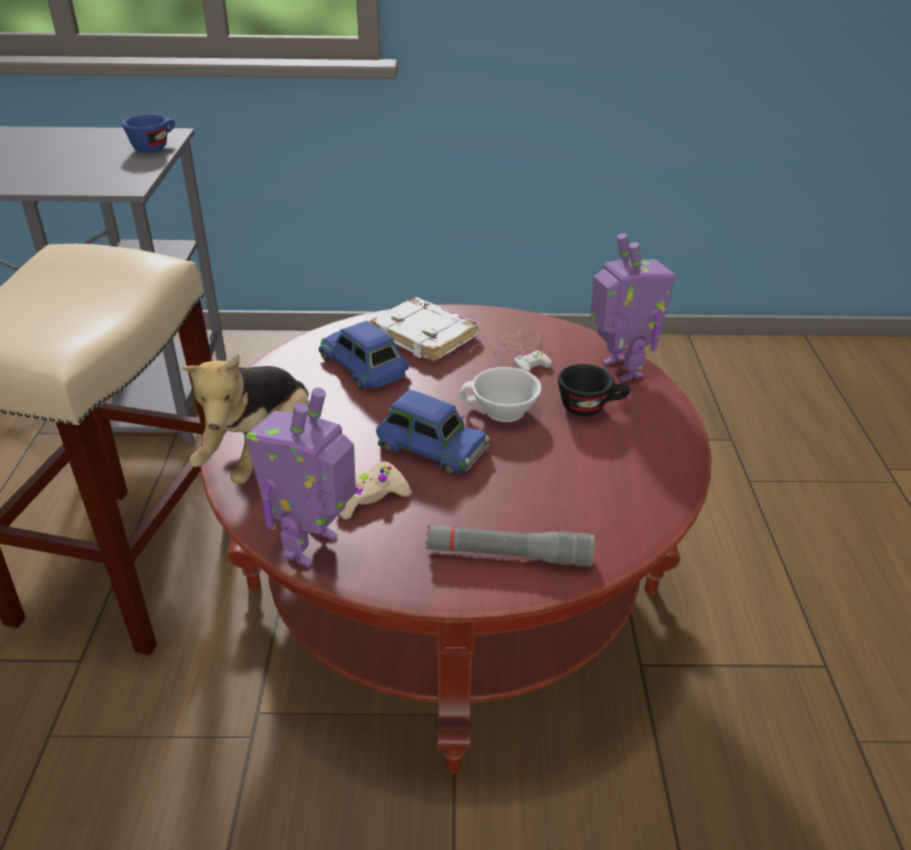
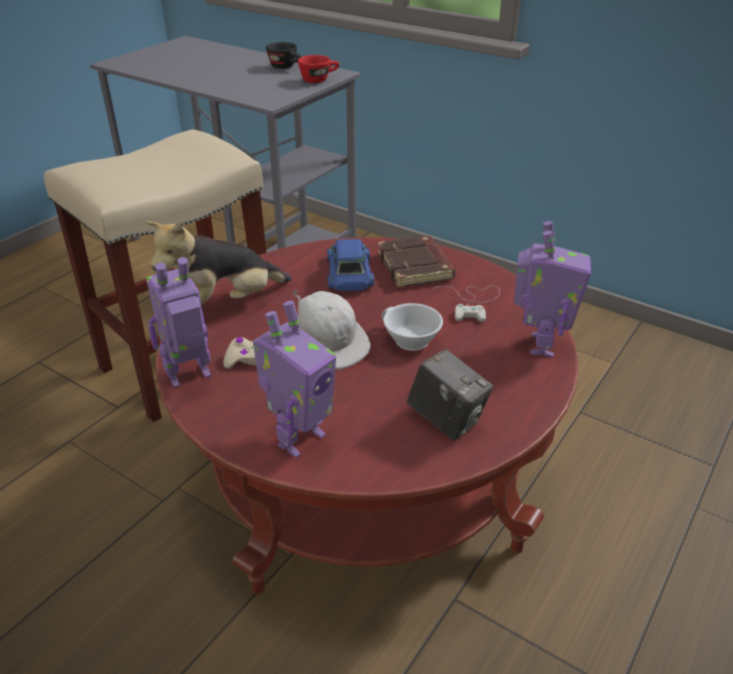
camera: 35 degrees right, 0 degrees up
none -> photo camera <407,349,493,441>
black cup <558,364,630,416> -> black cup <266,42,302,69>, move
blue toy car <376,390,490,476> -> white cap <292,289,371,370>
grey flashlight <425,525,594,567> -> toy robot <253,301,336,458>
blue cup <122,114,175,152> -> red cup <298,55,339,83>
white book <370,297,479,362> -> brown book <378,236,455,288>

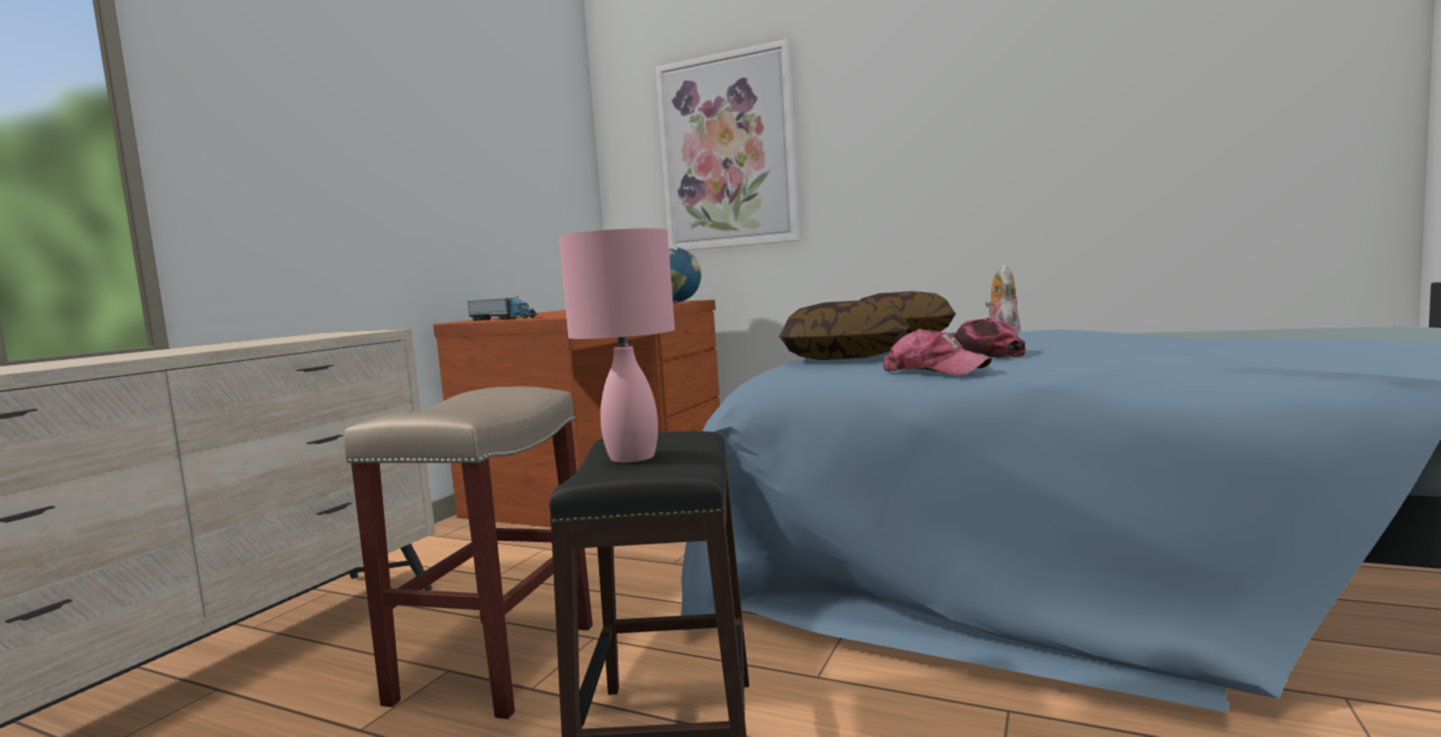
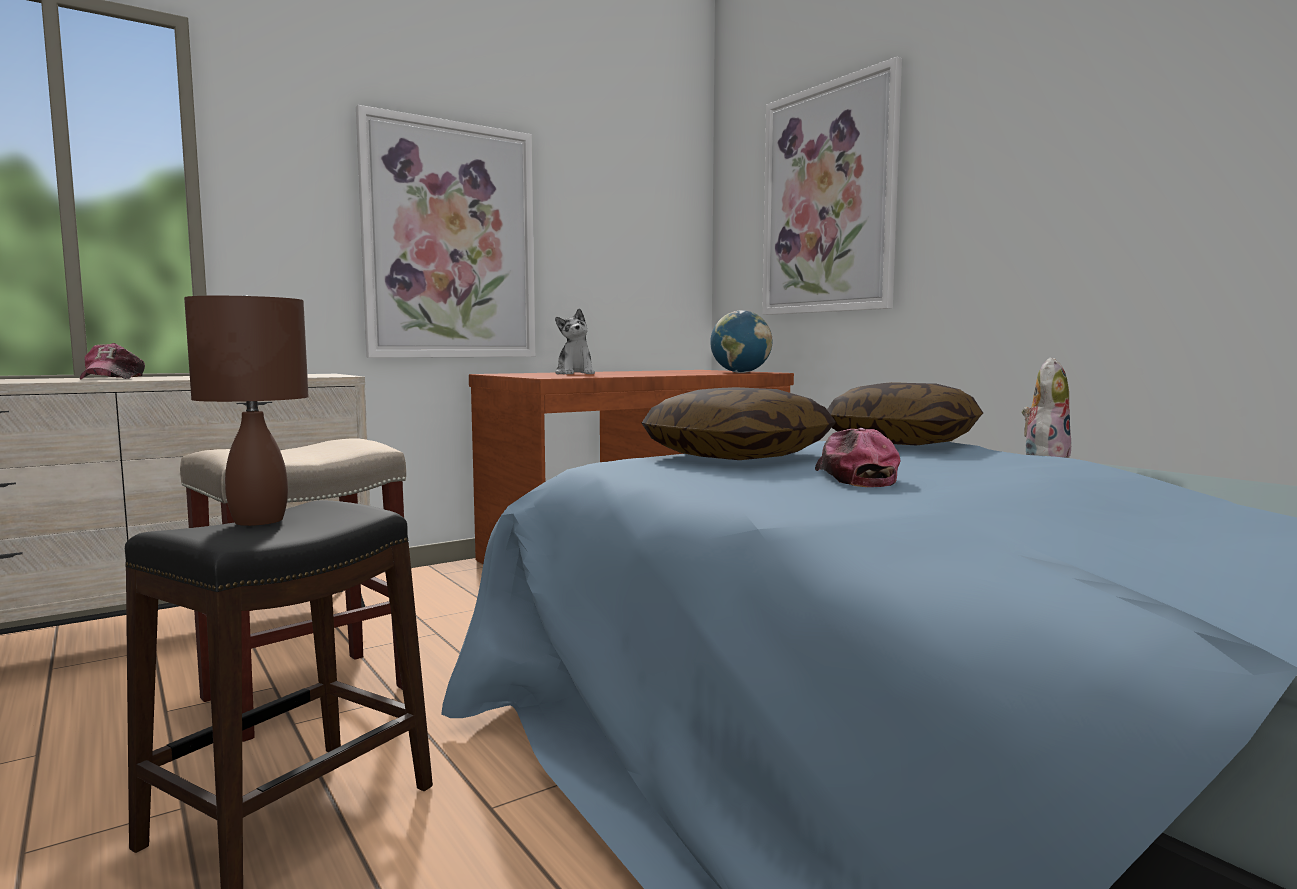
camera: 30 degrees right, 0 degrees up
toy truck <468,296,537,321> -> none
none -> picture <356,105,535,358>
none -> plush toy <555,308,595,374>
cap <883,329,992,375> -> cap <80,343,145,380>, move
pink table lamp <559,228,675,463> -> brown table lamp <184,295,309,526>

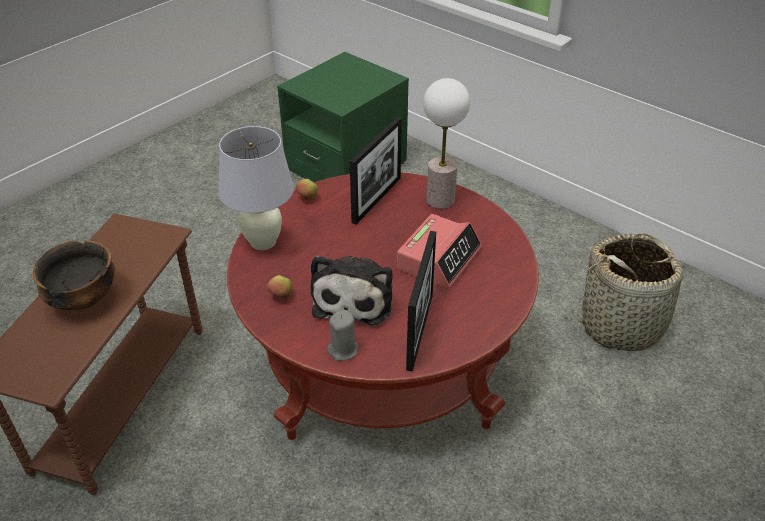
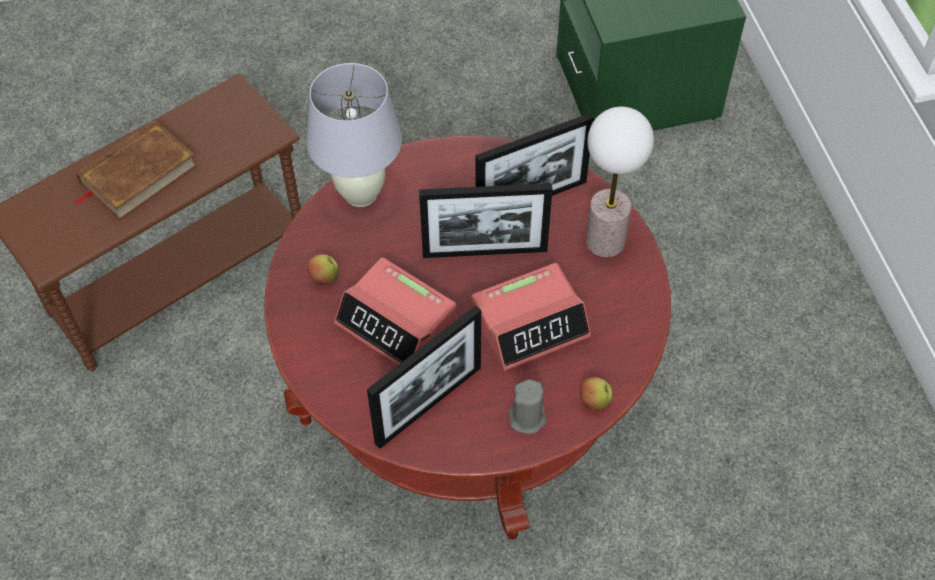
camera: 35 degrees right, 15 degrees up
basket <571,233,697,351> -> none
none -> picture frame <419,183,553,258>
apple <295,179,318,201> -> apple <580,377,612,410>, move
grey candle <327,310,359,361> -> grey candle <509,379,547,434>, move
bowl <33,240,115,310> -> brown book <74,120,198,221>
plush toy <311,255,392,325> -> alarm clock <334,257,457,365>

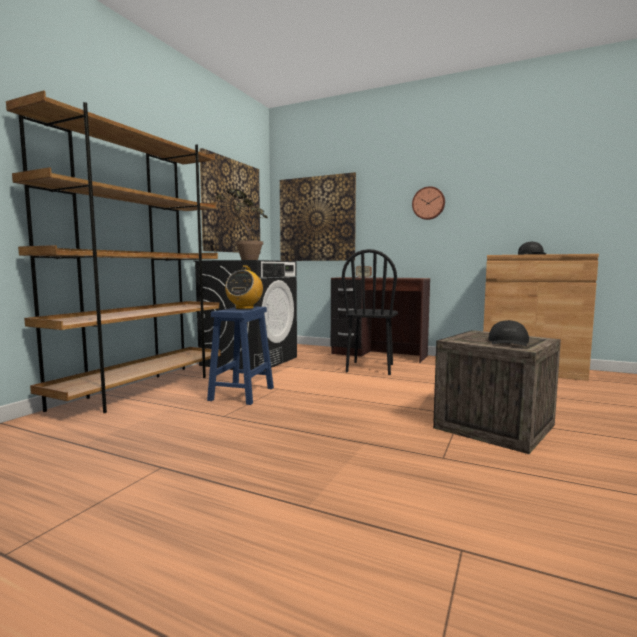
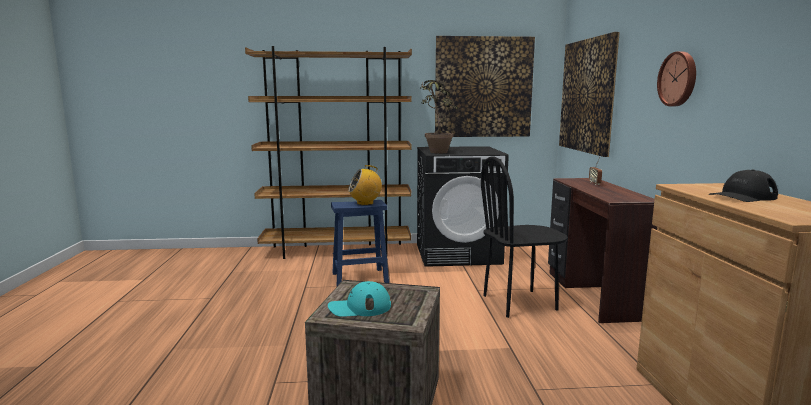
camera: 60 degrees right, 5 degrees up
black cap <489,320,529,346> -> turquoise cap <328,281,391,317>

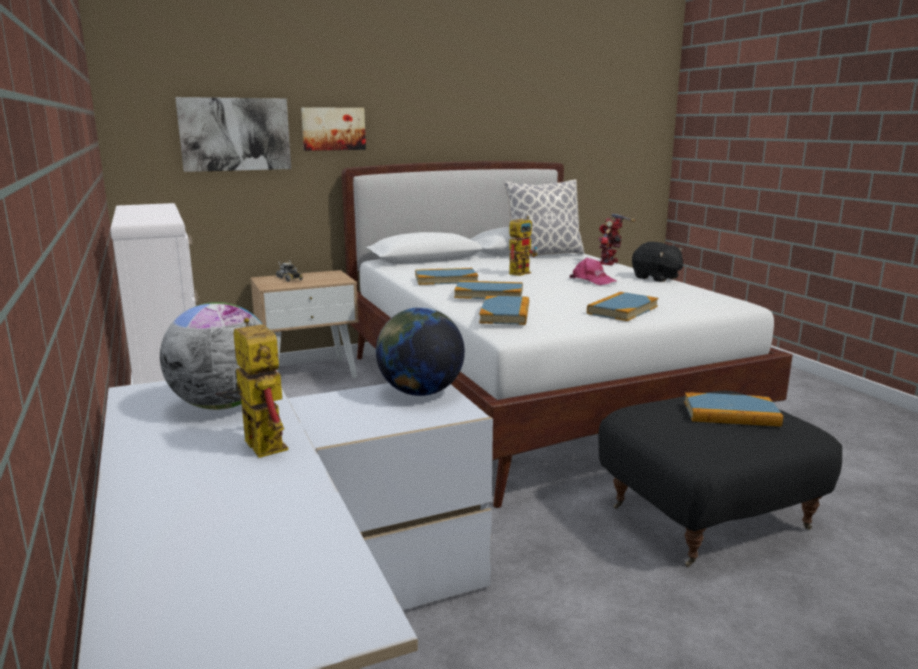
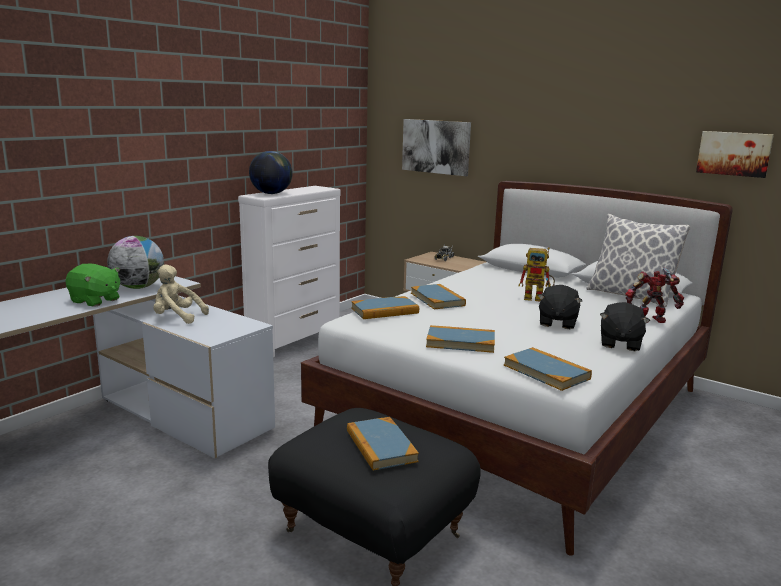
camera: 60 degrees right, 0 degrees up
none -> beige plush toy <153,265,209,324>
picture <301,107,366,151> -> picture <696,131,774,178>, move
globe <376,307,465,396> -> globe <249,151,293,194>, move
book <415,268,478,285> -> book <504,347,592,391>, move
toy robot <216,318,288,458> -> green plush toy <65,264,120,307>
pink cap <570,258,617,285> -> black plush toy <538,285,582,329>

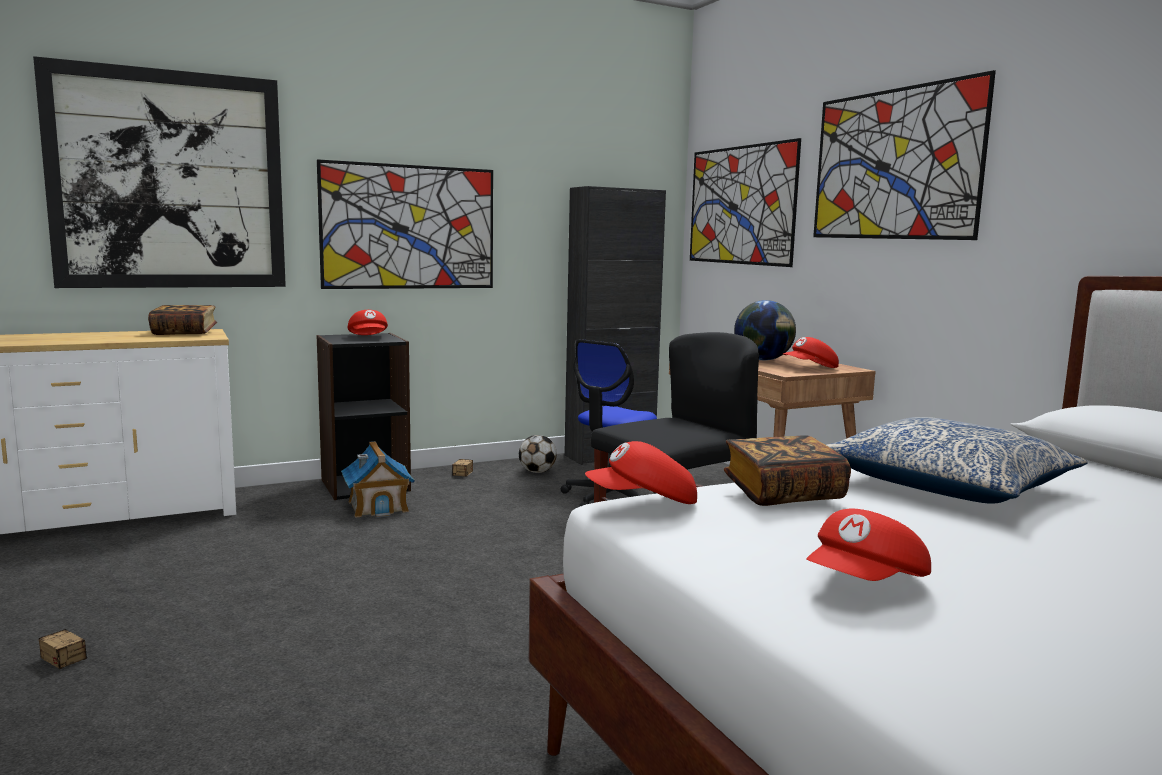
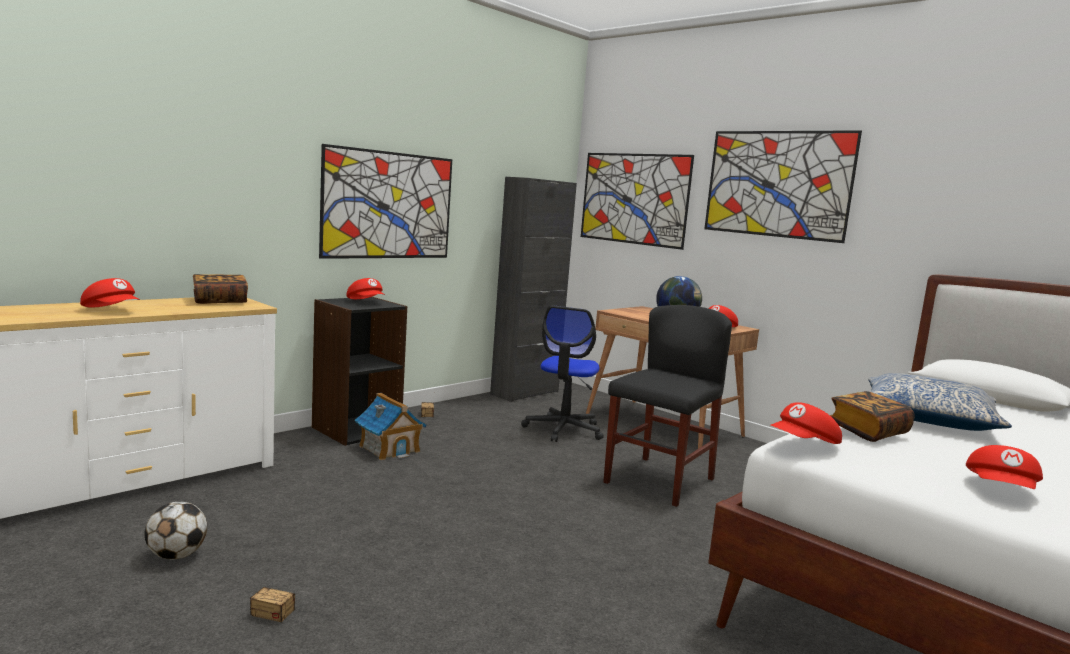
camera: 20 degrees left, 0 degrees up
picture <33,56,286,288> -> none
none -> red cap <80,278,140,308>
football <519,435,557,473> -> football <144,502,208,559>, move

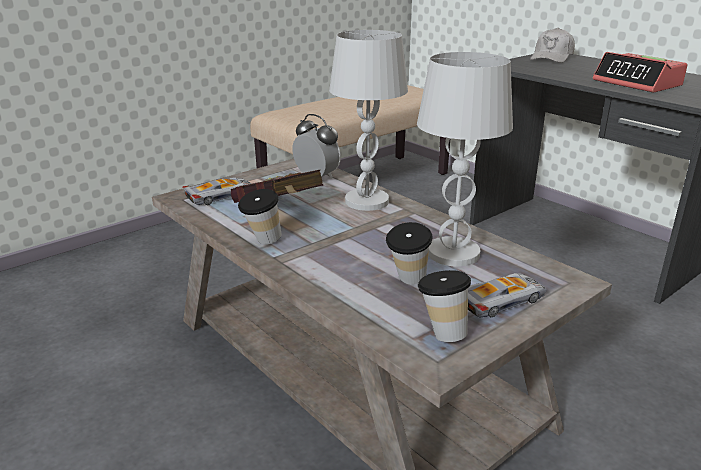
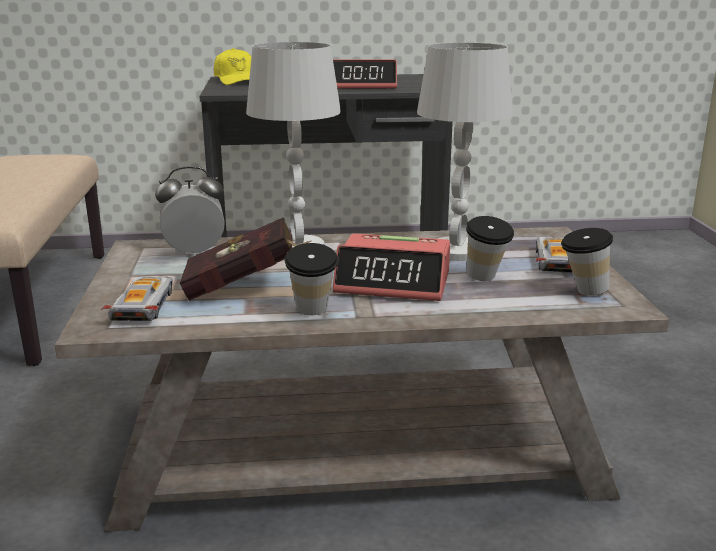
camera: 55 degrees left, 5 degrees down
none -> alarm clock <333,233,450,301>
white cap <530,28,575,63> -> yellow cap <214,48,251,85>

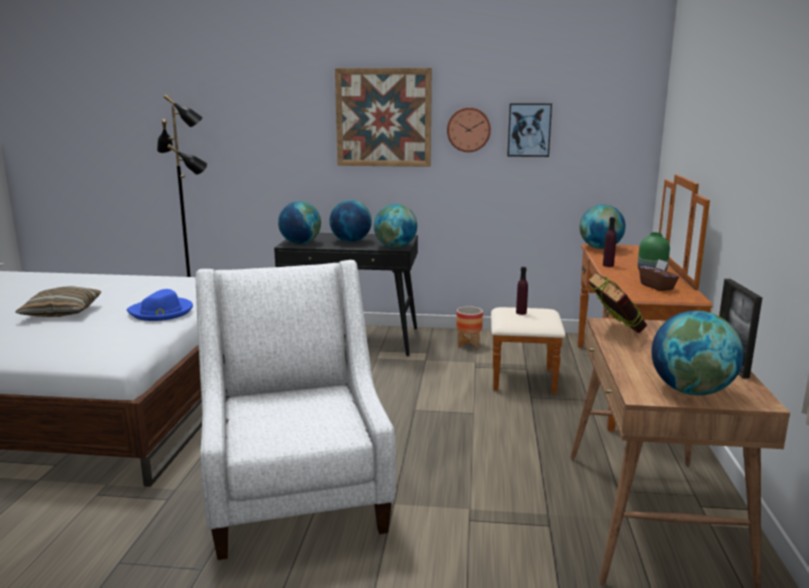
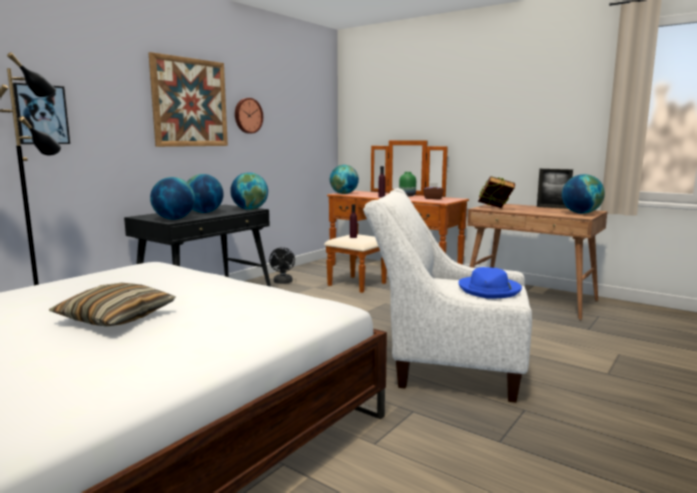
camera: 60 degrees left, 5 degrees down
blue hat <127,289,193,321> -> blue hat <458,267,522,299>, move
picture <507,103,552,157> -> picture <13,83,70,144>, move
planter <456,306,483,349> -> black fan <269,247,295,284>

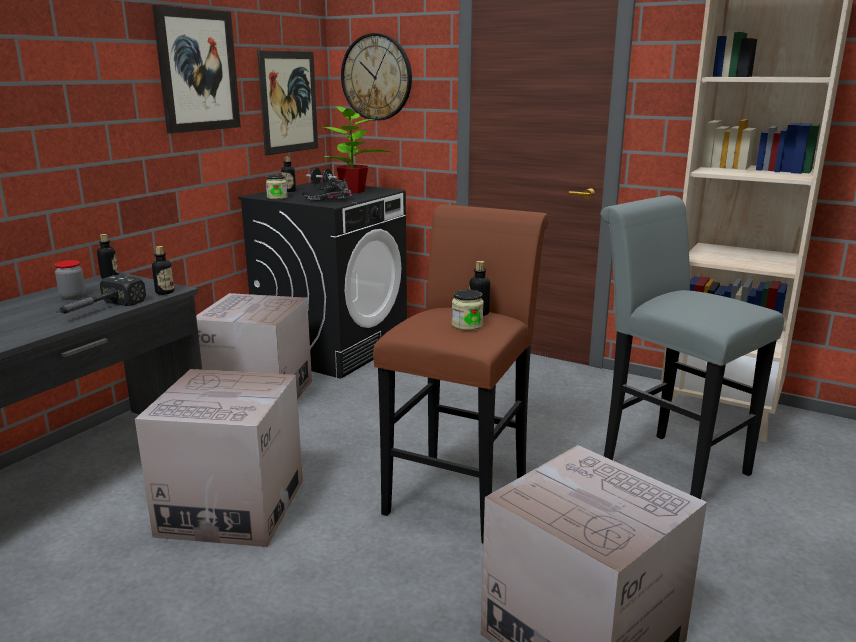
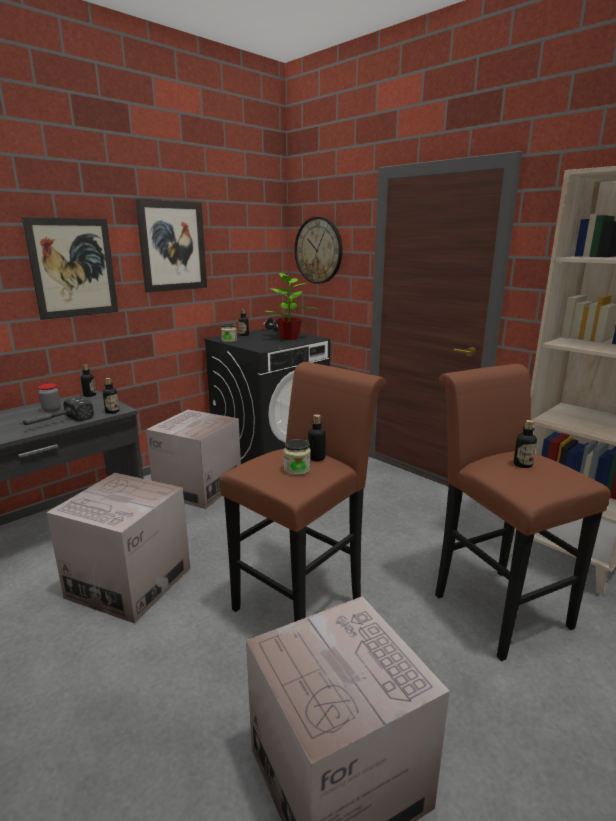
camera: 15 degrees right, 0 degrees up
black shoe <302,177,352,200> -> none
none -> bottle <514,420,537,468>
picture <257,50,318,155> -> picture <22,217,118,320>, move
grey stool <600,195,784,499> -> brown stool <435,364,611,661>

